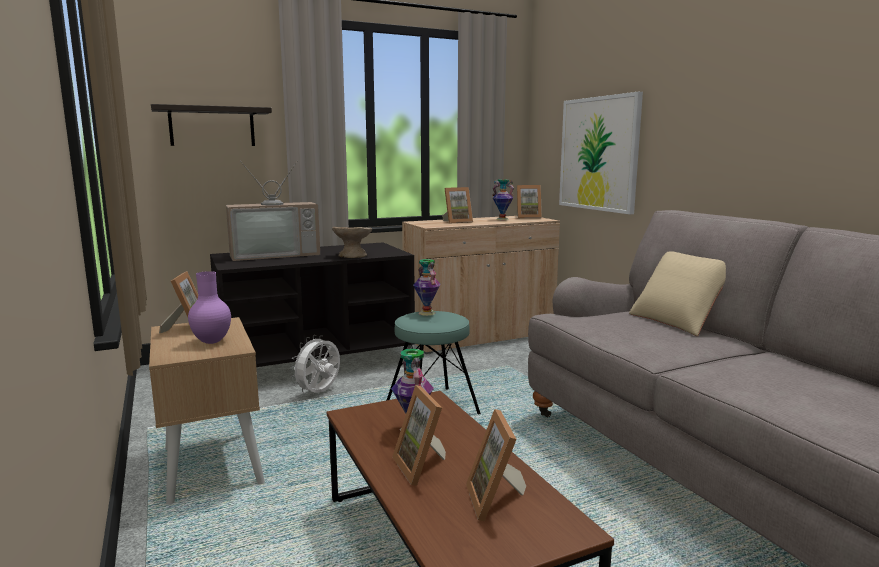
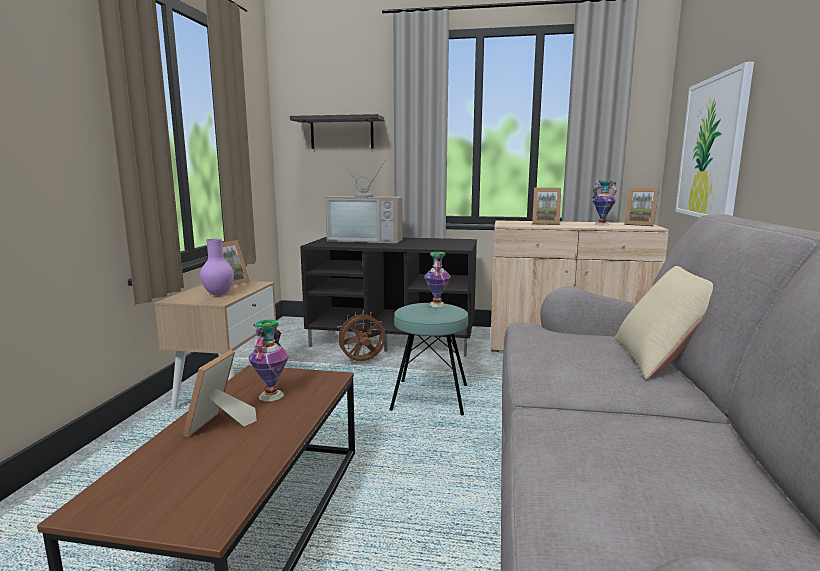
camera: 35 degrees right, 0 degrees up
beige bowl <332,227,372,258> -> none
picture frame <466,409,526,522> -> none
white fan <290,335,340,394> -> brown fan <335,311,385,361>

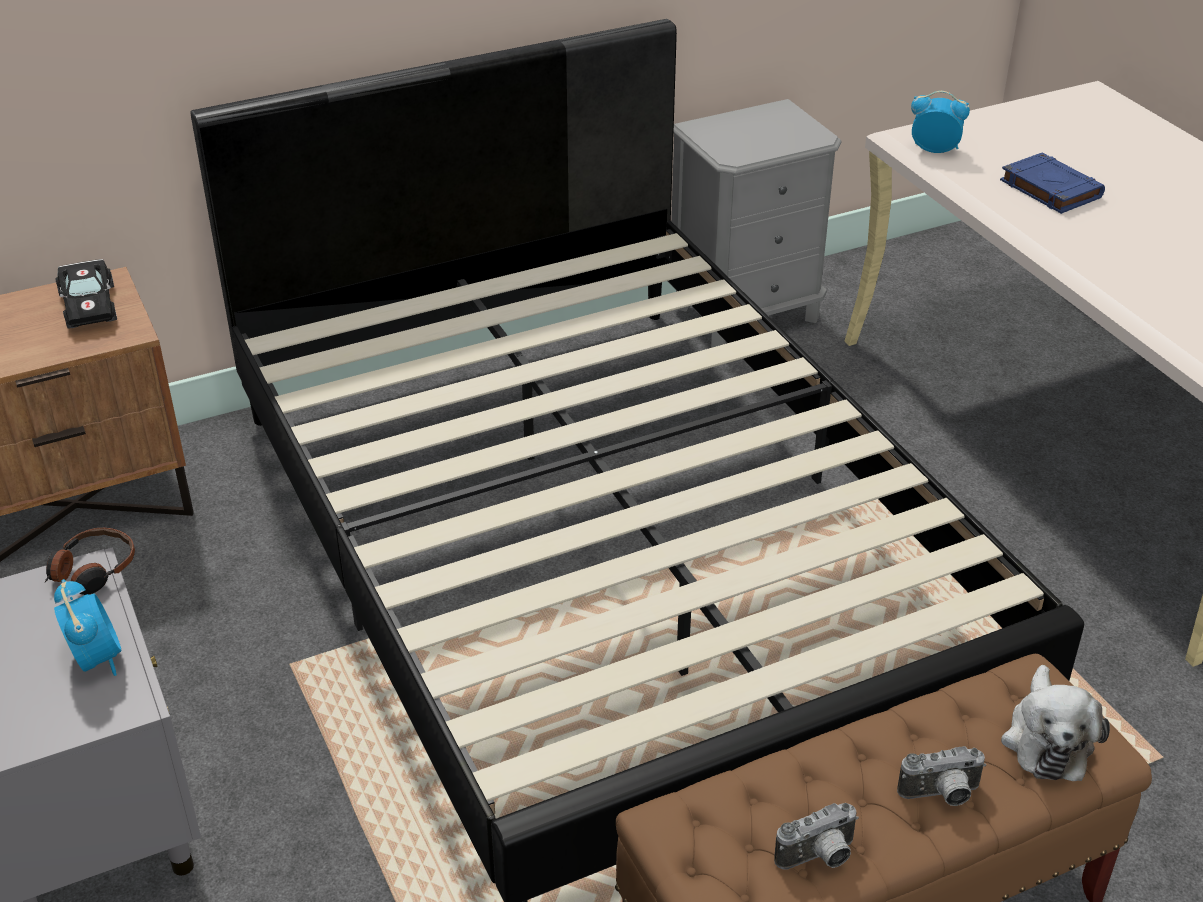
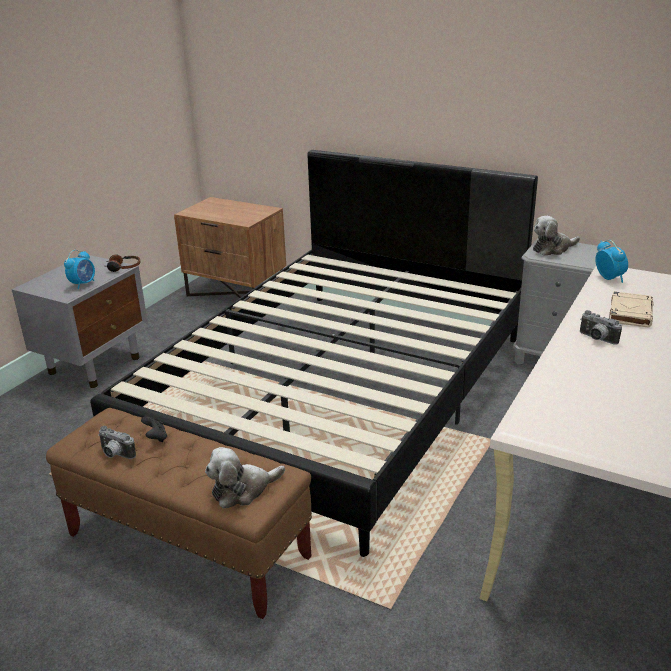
camera: 55 degrees right, 10 degrees down
black toy car <55,259,117,329> -> none
none -> black game controller <141,416,167,442>
none -> plush toy <533,216,580,256>
photo camera <897,746,986,806> -> photo camera <580,310,622,345>, move
blue book <1000,153,1105,214> -> beige book <609,291,653,328>

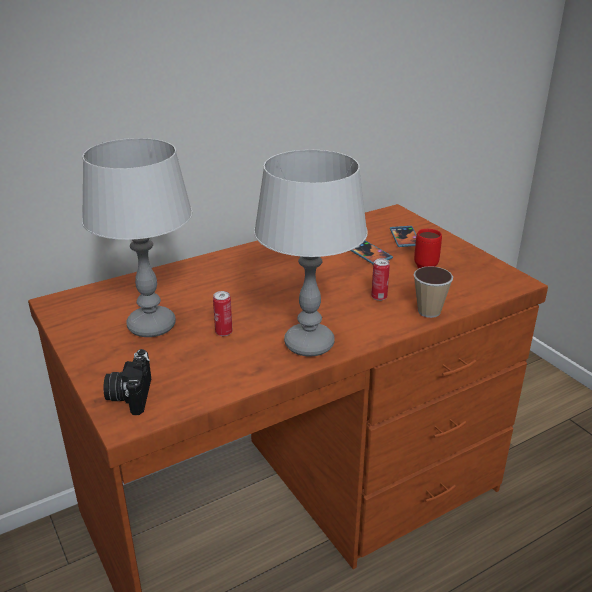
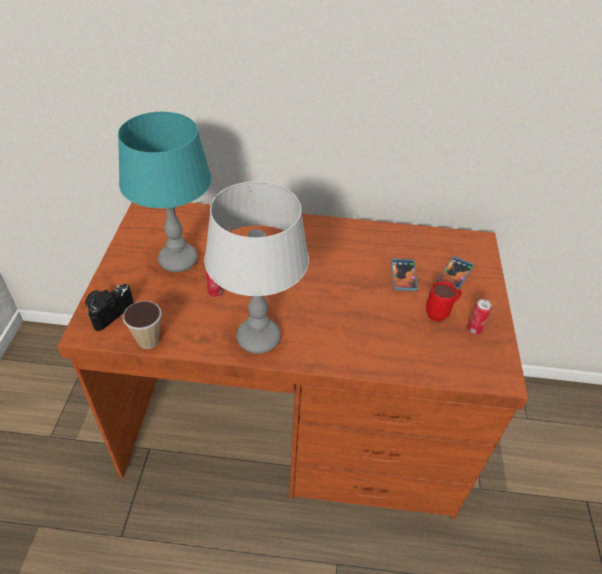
camera: 35 degrees right, 15 degrees up
can <371,258,390,301> -> can <467,299,492,335>, move
cup <414,266,453,318> -> cup <123,301,162,349>, move
grey table lamp <82,138,192,337> -> turquoise table lamp <118,112,212,272>

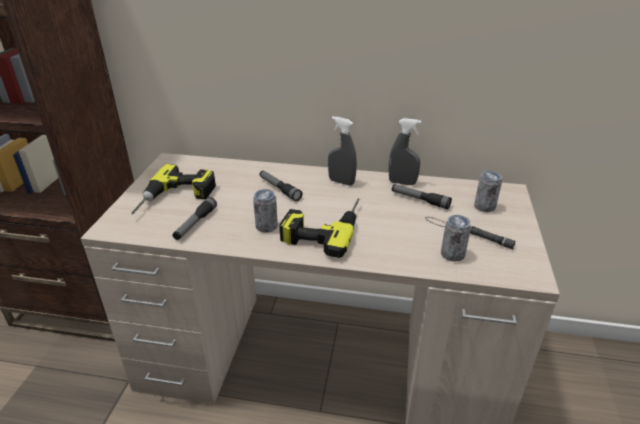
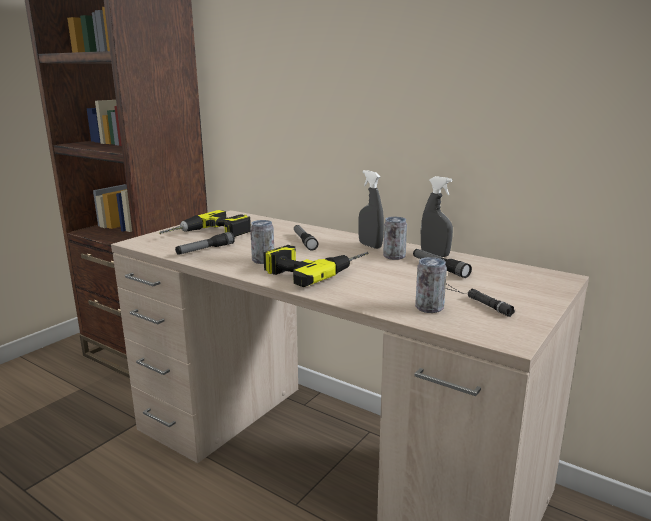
camera: 25 degrees right, 15 degrees down
can <474,171,502,212> -> can <383,217,407,260>, move

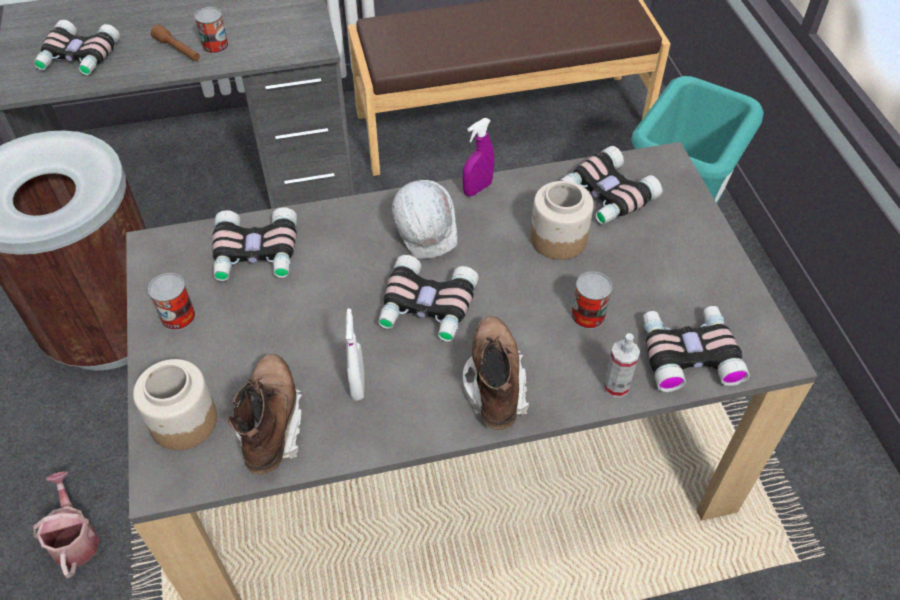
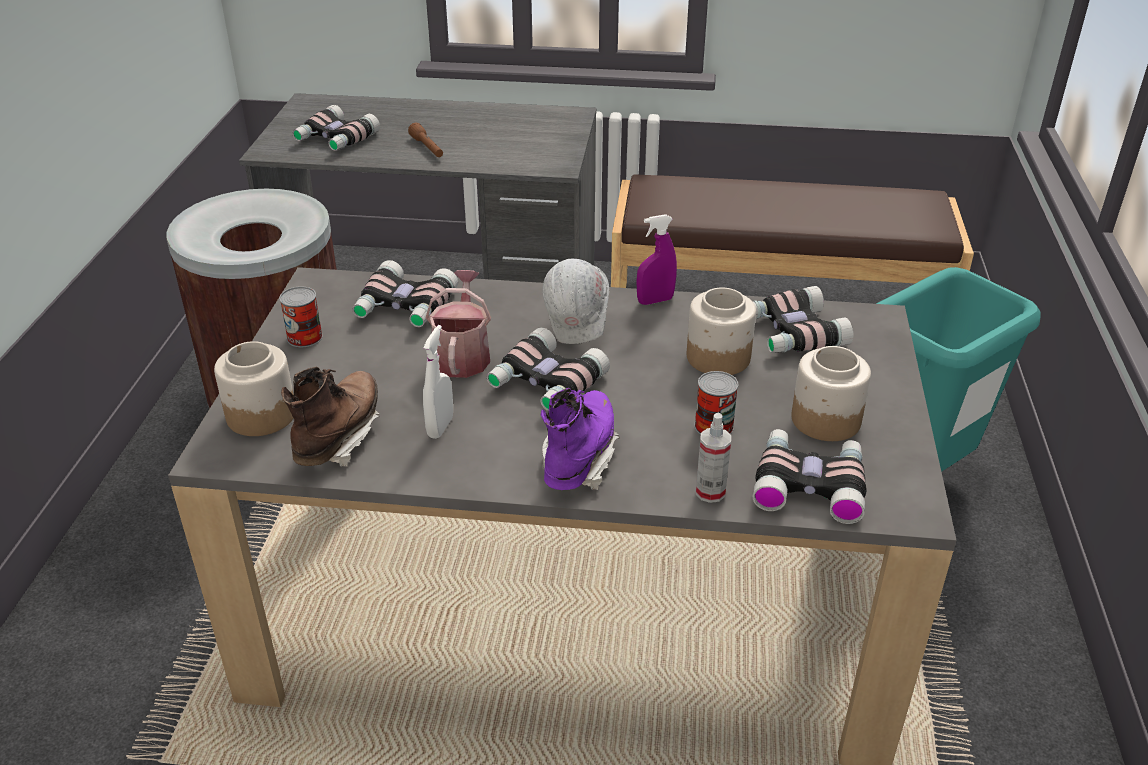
camera: 20 degrees right, 15 degrees down
can <194,7,229,54> -> none
none -> jar <792,346,871,441>
watering can <33,471,99,578> -> watering can <426,270,491,378>, move
brown boot <463,316,529,430> -> purple boot <541,388,620,490>

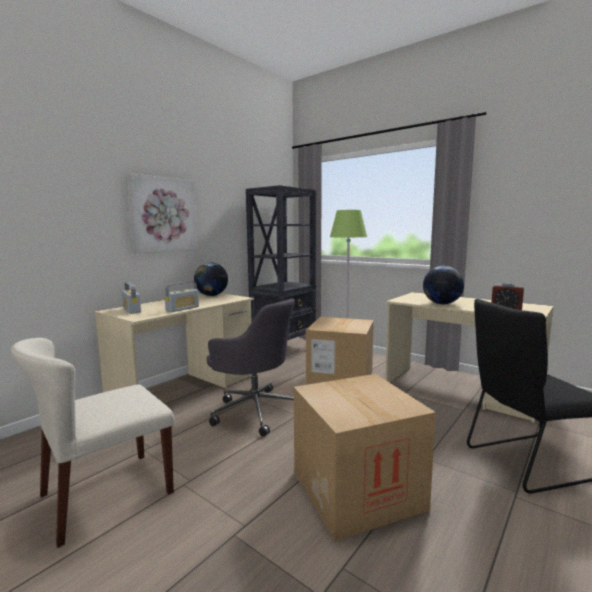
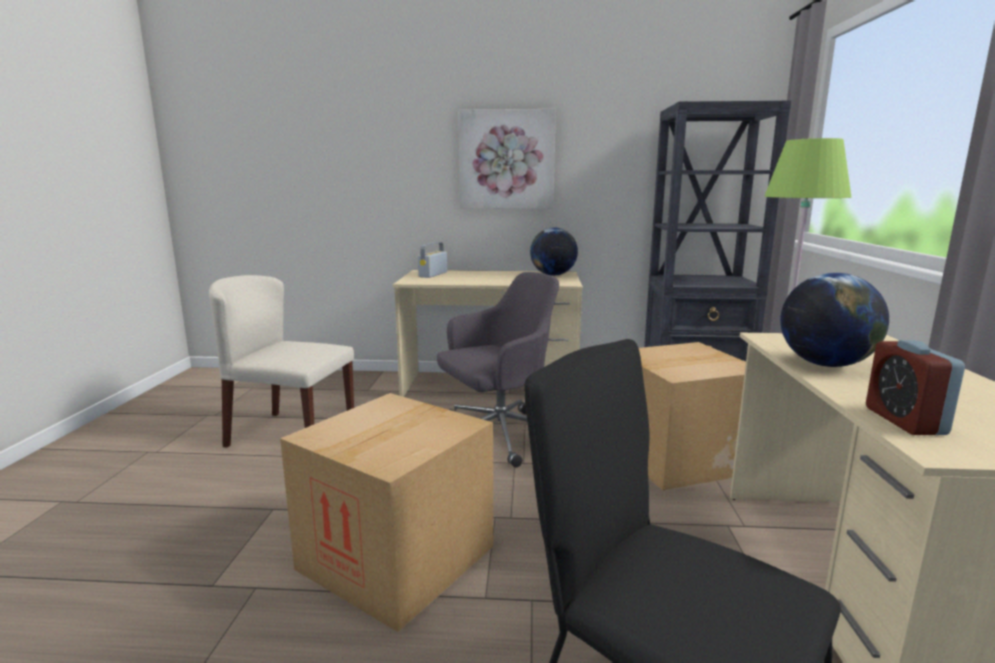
camera: 55 degrees right, 5 degrees up
radio <164,281,199,312> -> none
grey office chair <207,299,295,436> -> grey office chair <437,272,559,468>, 120 degrees counterclockwise

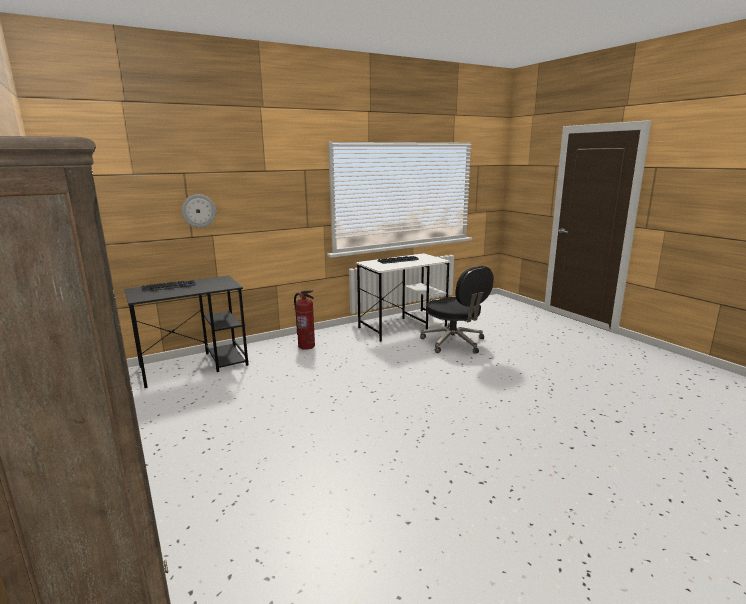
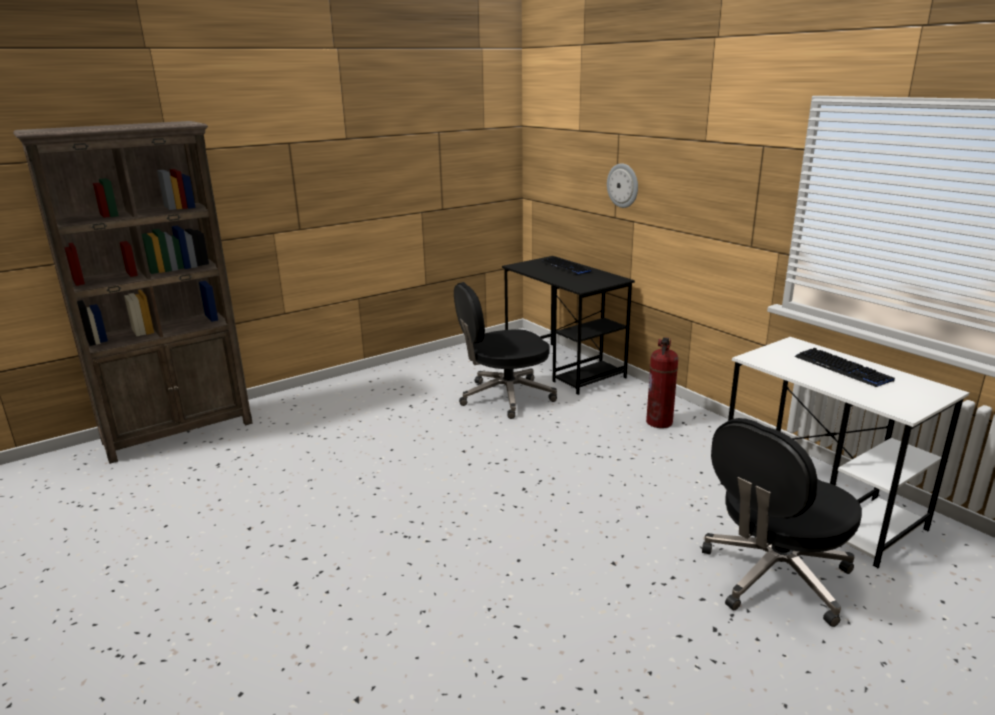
camera: 85 degrees right, 5 degrees up
none -> black office chair <454,282,557,419>

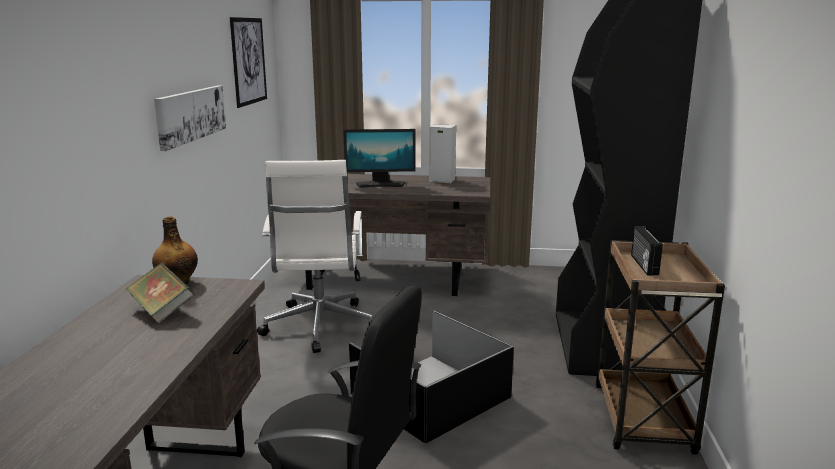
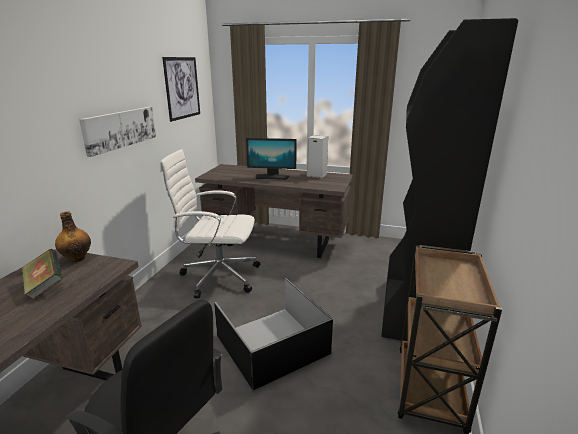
camera: 10 degrees right, 5 degrees up
radio <631,226,663,276> -> none
white office chair <257,160,373,353> -> white office chair <159,149,260,298>, 90 degrees clockwise

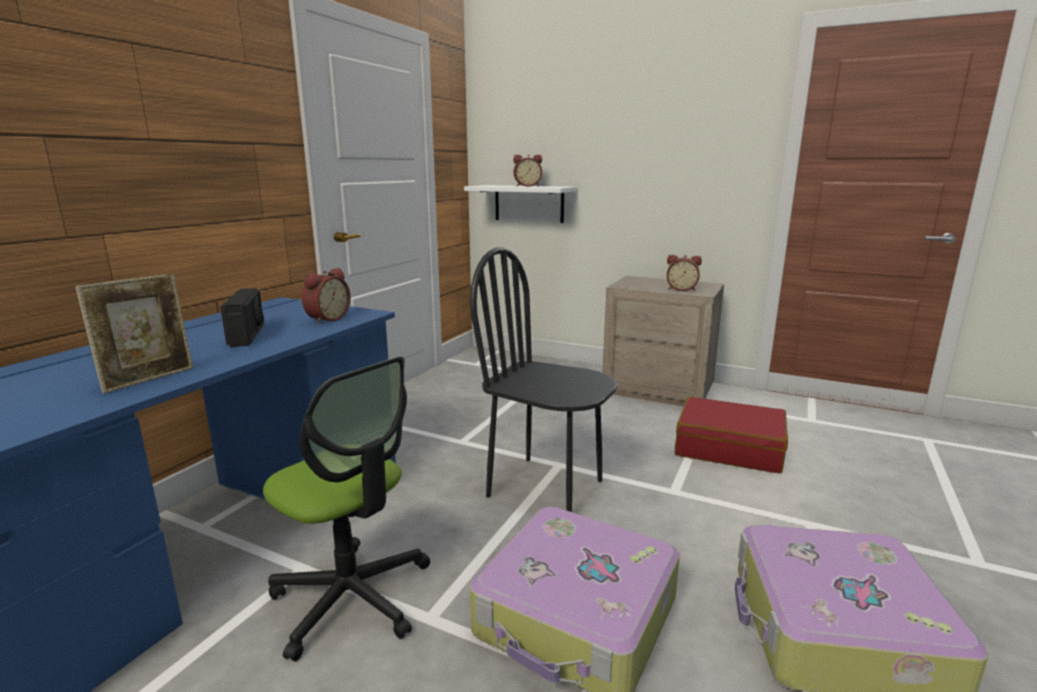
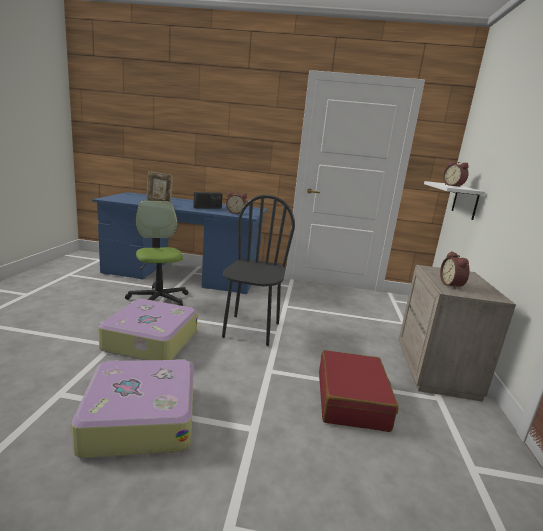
camera: 70 degrees right, 0 degrees up
office chair <263,356,430,662> -> office chair <125,201,188,306>, 135 degrees clockwise

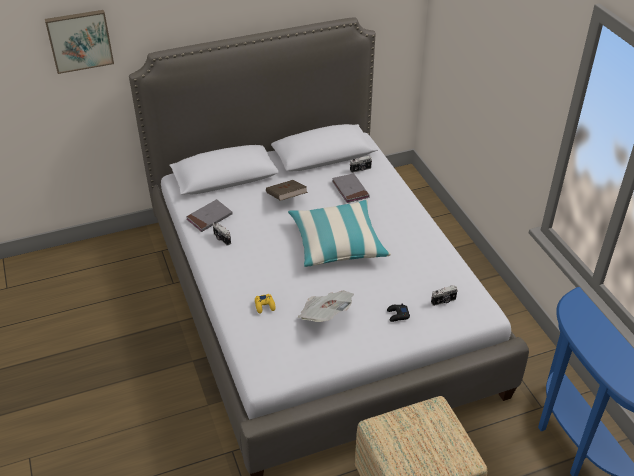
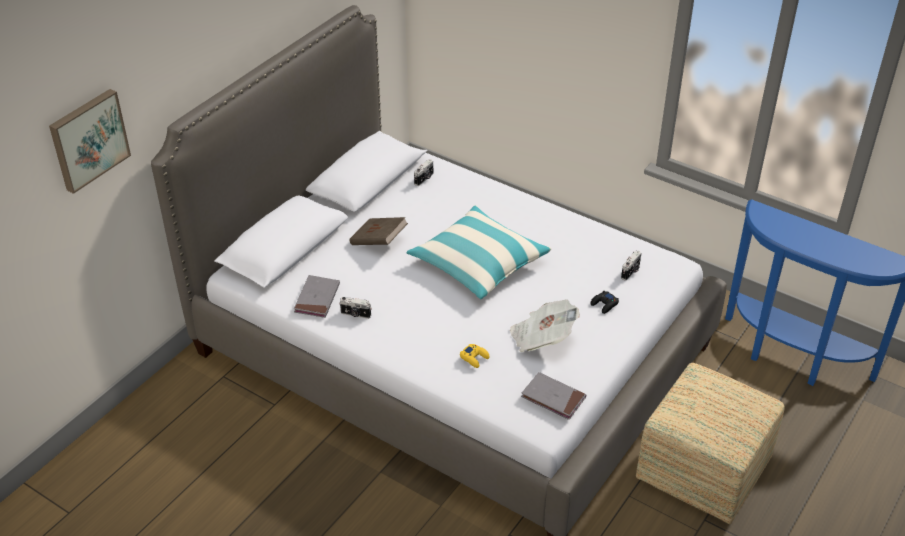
camera: 35 degrees left, 0 degrees up
grey book <332,173,370,203> -> grey book <521,372,586,420>, move

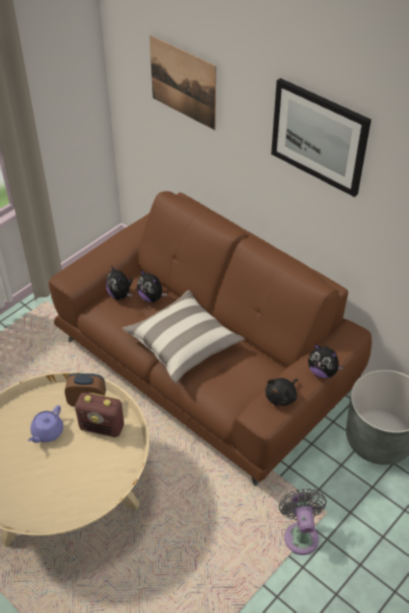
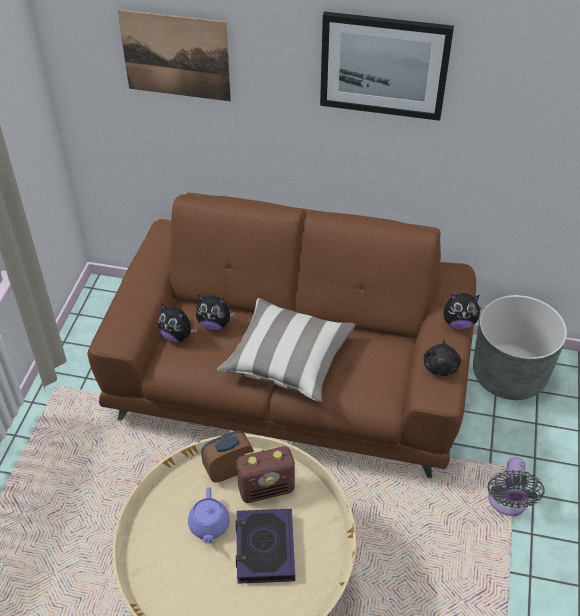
camera: 30 degrees left, 0 degrees up
none -> book <236,509,295,584>
grey fan <279,489,327,555> -> grey fan <488,457,545,516>, 135 degrees counterclockwise

